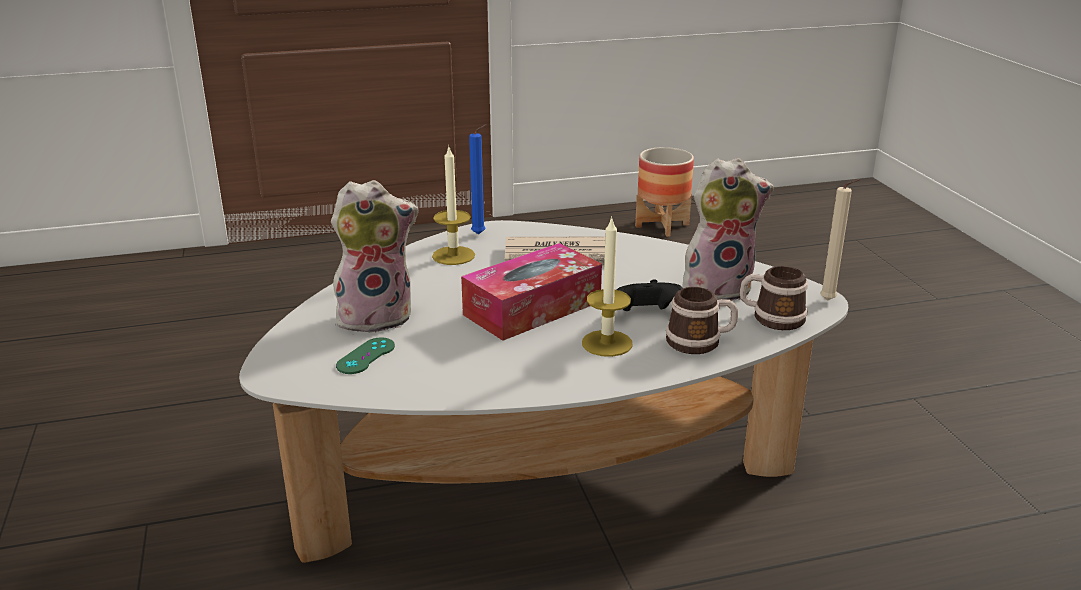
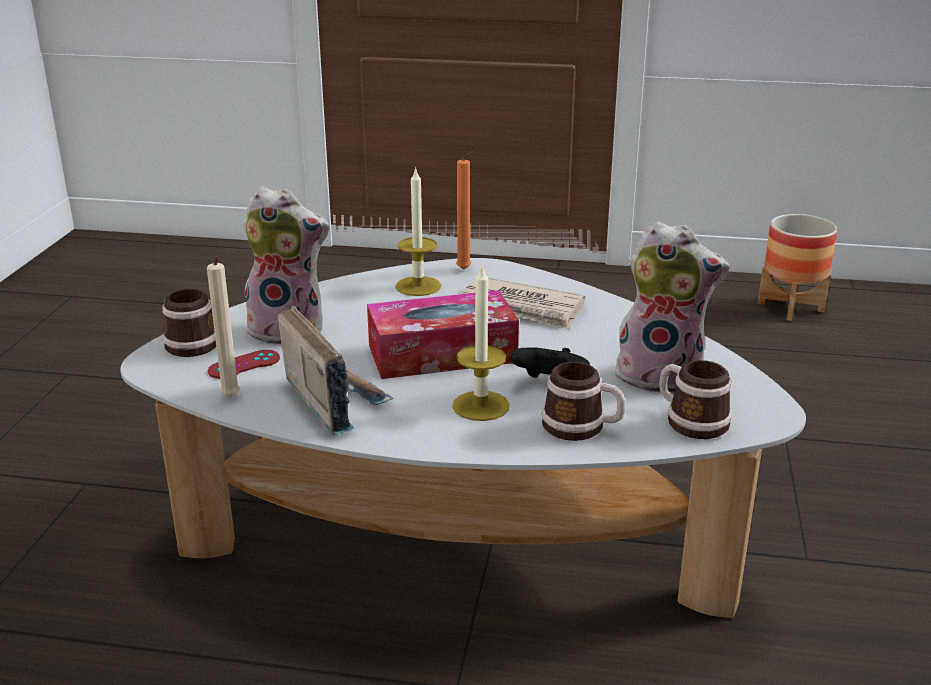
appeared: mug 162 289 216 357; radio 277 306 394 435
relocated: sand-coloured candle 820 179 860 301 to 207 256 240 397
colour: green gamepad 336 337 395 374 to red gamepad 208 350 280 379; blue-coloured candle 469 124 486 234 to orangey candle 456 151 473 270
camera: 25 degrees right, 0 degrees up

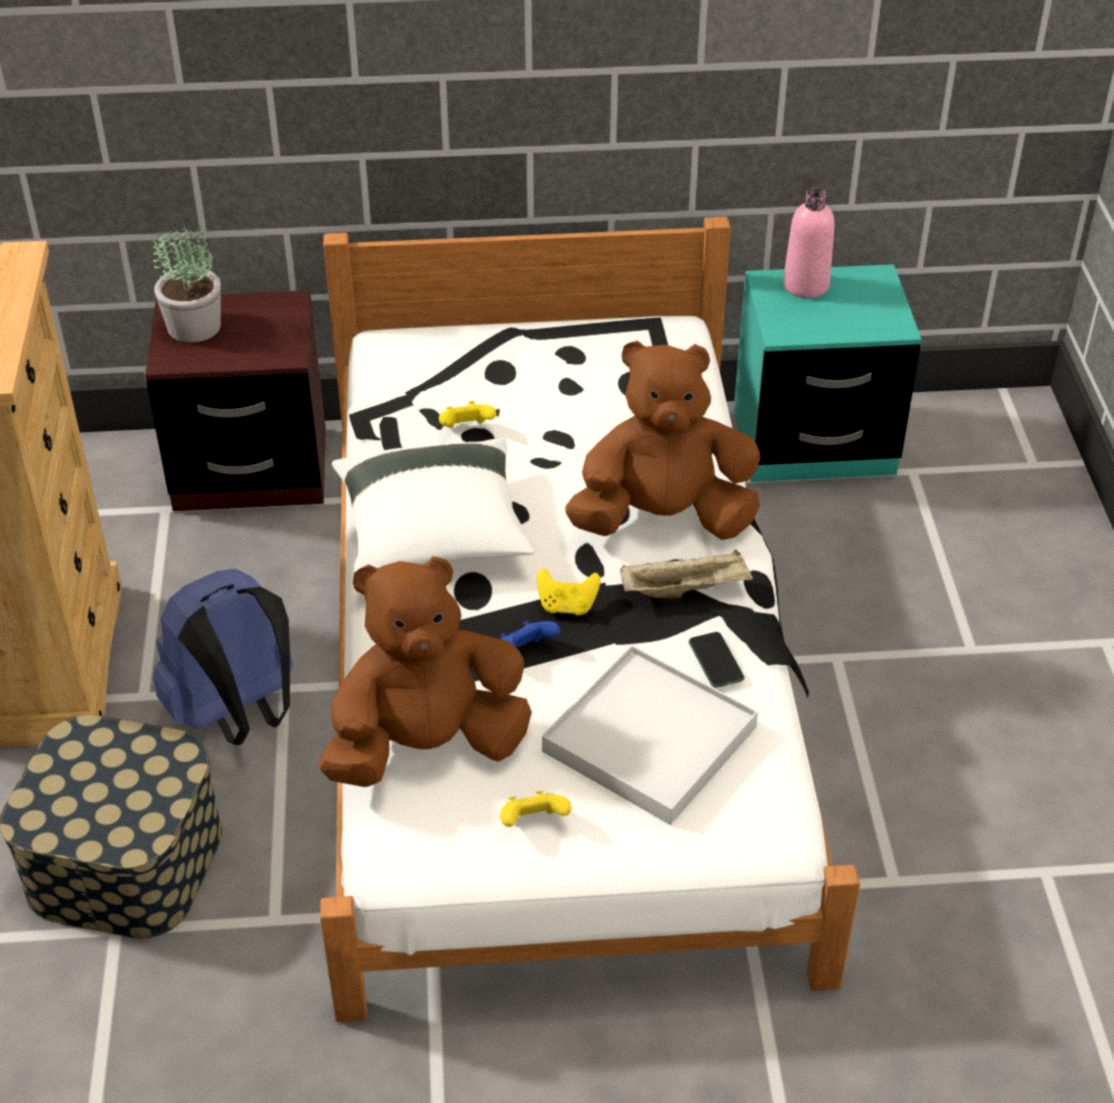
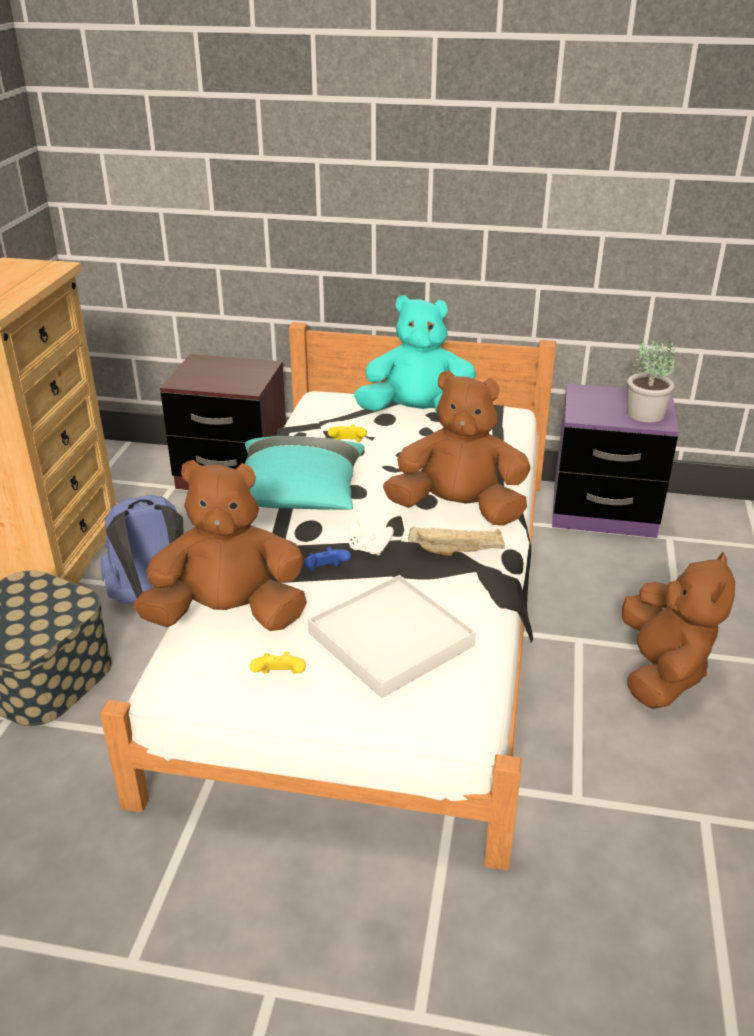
missing: telephone 689 632 744 688; pink beverage bottle 783 188 835 298
appeared: turquoise soft toy 354 295 476 416; brown soft toy 622 552 735 709
relocated: plant in a pot 153 222 221 343 to 627 338 675 422
colour: whitish throw pillow 332 438 534 578 to turquoise throw pillow 245 436 364 509; yellowish gamepad 537 568 600 615 to whitish gamepad 348 519 394 556; turquoise bedside table 734 264 922 482 to purple-coloured bedside table 552 384 679 538
camera: 15 degrees right, 10 degrees down

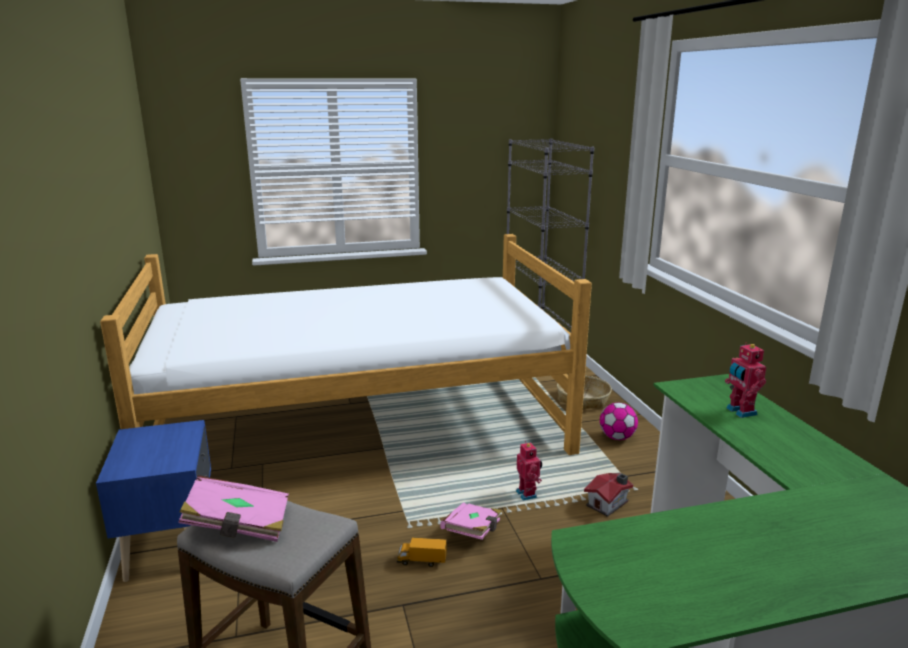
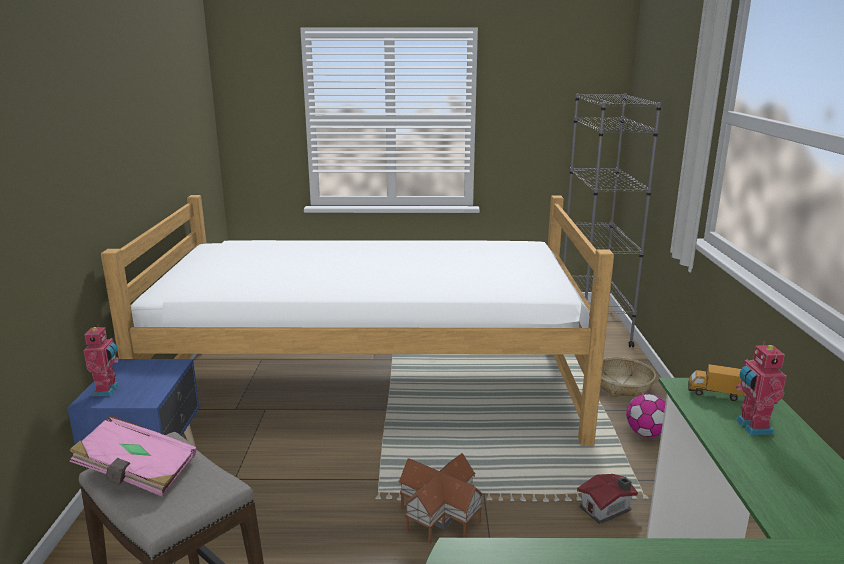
relocated: model truck 397 537 447 567 to 688 364 746 401; model robot 516 441 542 500 to 84 325 119 396
exchanged: pink book 440 503 502 540 to toy house 398 453 485 544
camera: 15 degrees right, 0 degrees up

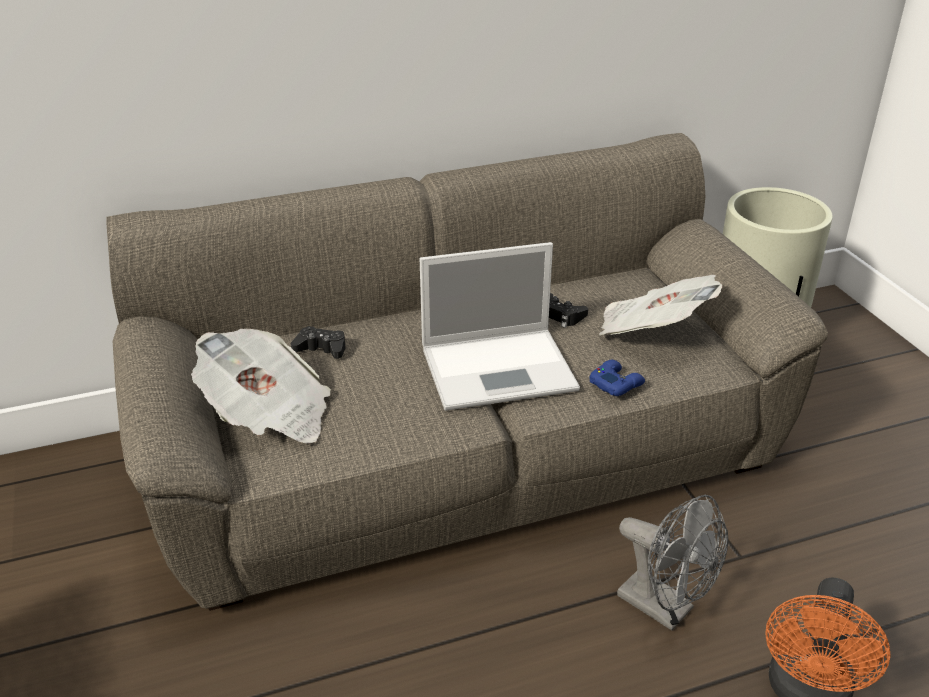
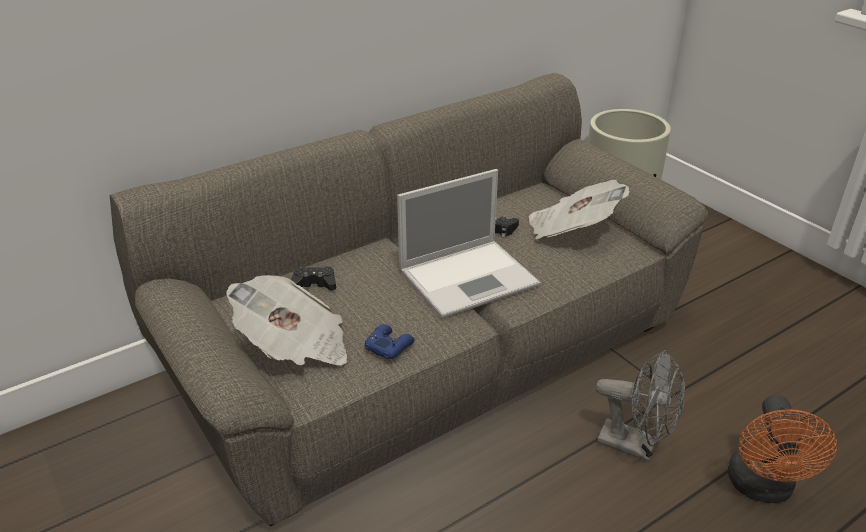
relocated: blue-coloured gamepad 590 360 645 396 to 365 324 415 359
camera: 15 degrees left, 0 degrees up

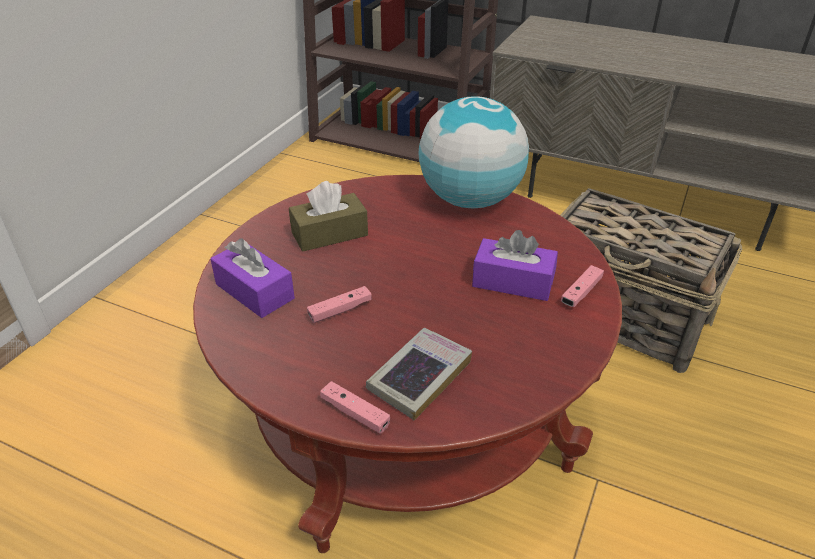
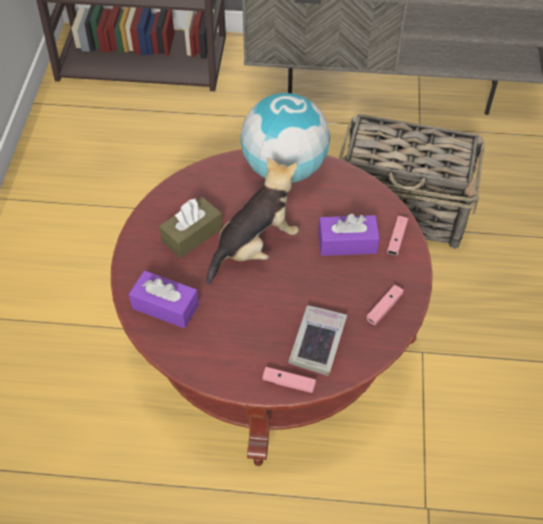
appeared: soft toy 206 157 299 284
relocated: pink gamepad 307 286 372 323 to 366 284 404 325
camera: 20 degrees left, 15 degrees up

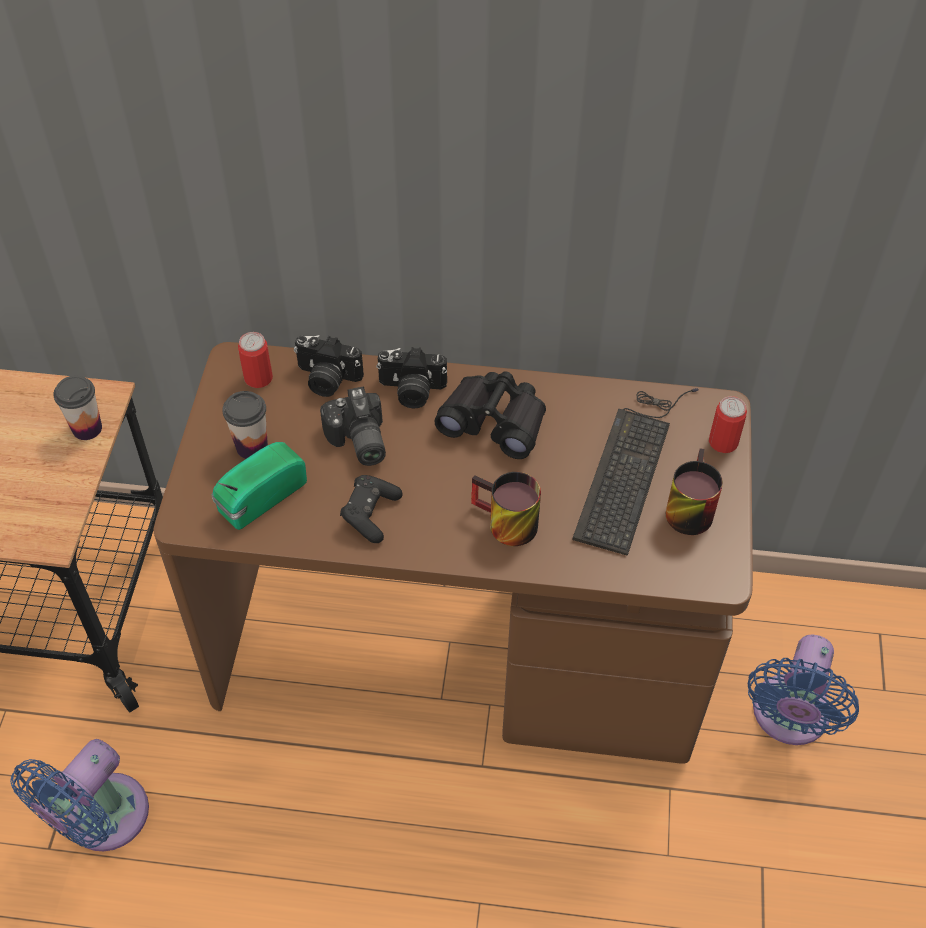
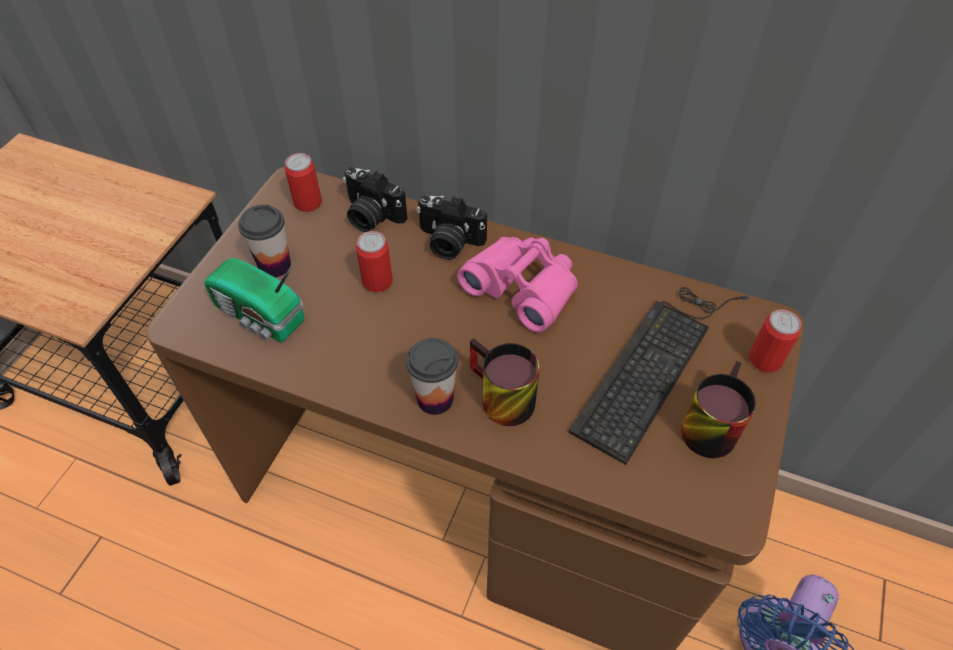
missing: blue-coloured fan 10 739 149 851; black-coloured gamepad 340 475 402 543
relocated: small cup 53 376 102 440 to 406 338 458 415
exchanged: still camera 320 387 386 466 to can 356 231 393 292
colour: black-coloured binoculars 434 371 546 459 to pink binoculars 457 237 578 332
spun: radio 212 442 307 530 = 204 258 305 342 120 degrees counterclockwise
camera: 15 degrees right, 0 degrees up

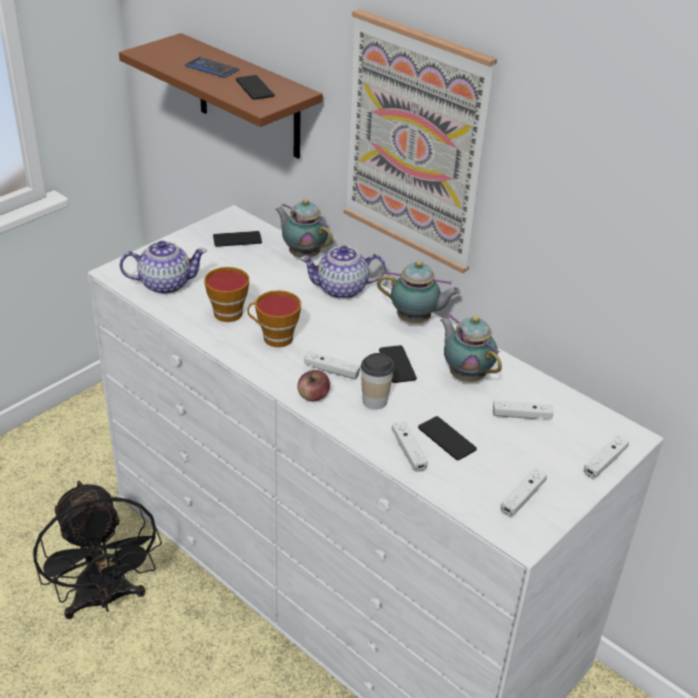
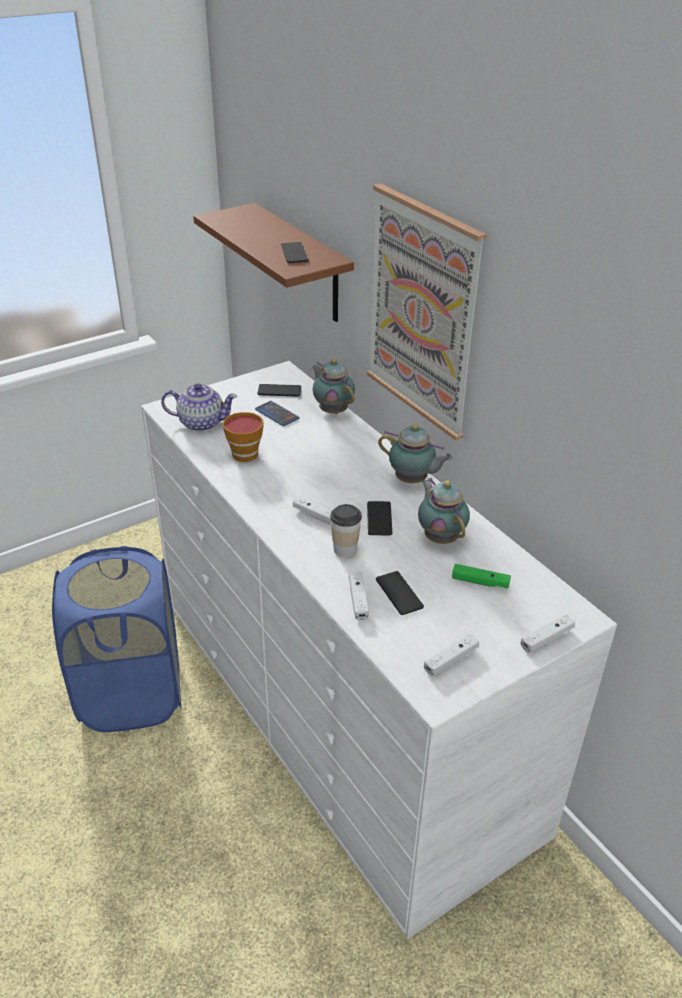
missing: small cup 247 290 301 347; apple 297 370 330 402; tea pot 300 246 386 299
relocated: telephone 185 57 239 78 to 255 401 300 426
exchanged: black-coloured fan 33 481 162 619 to blue-coloured hamper 52 546 181 732
colour: whitish gamepad 493 400 553 419 to green gamepad 452 564 511 589
camera: 15 degrees right, 0 degrees up

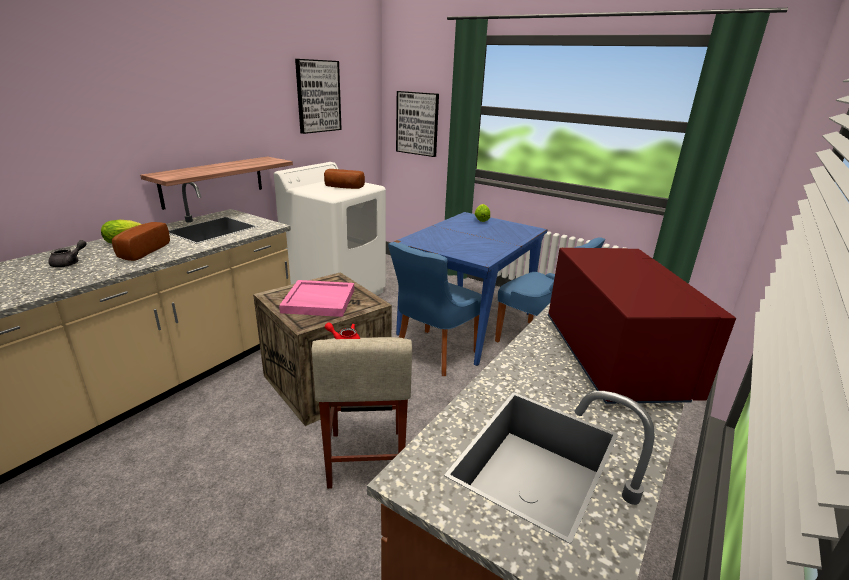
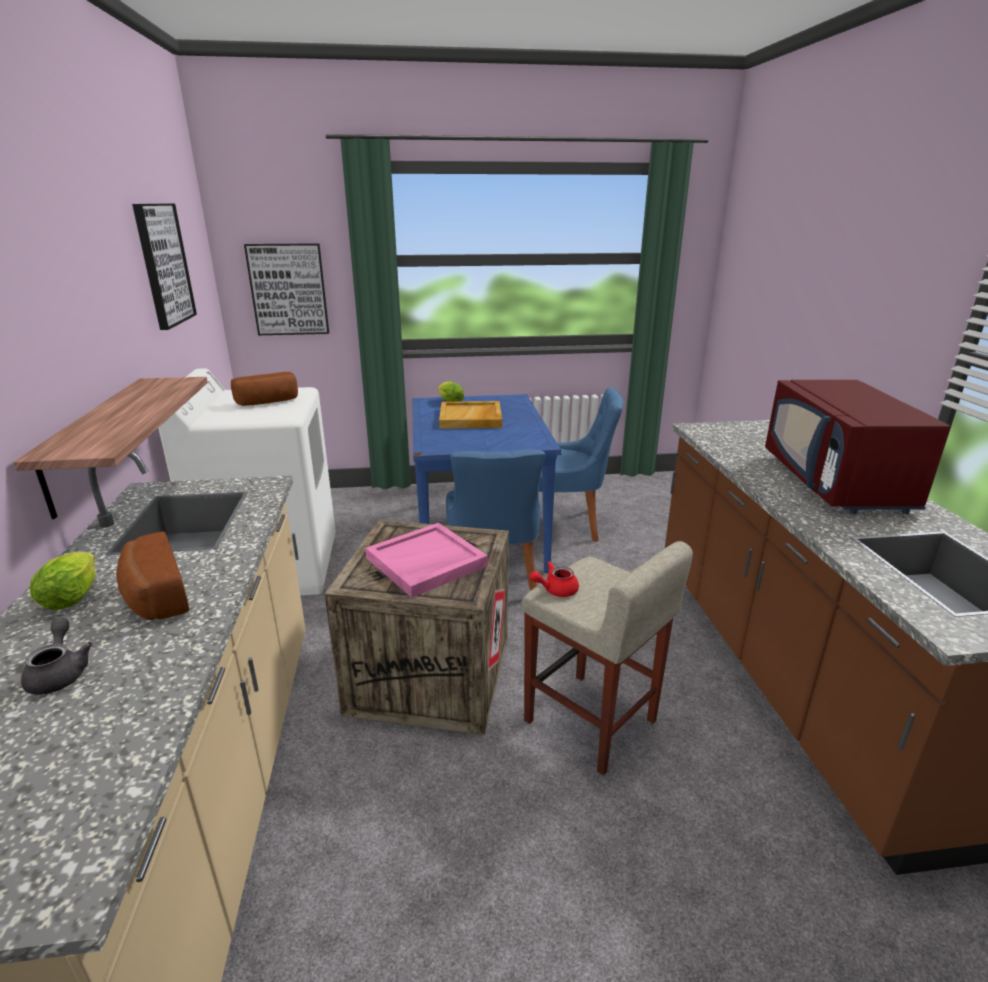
appeared: sand-coloured tray 439 401 502 429
spun: red microwave 548 248 736 404 = 765 380 951 514 135 degrees counterclockwise
camera: 40 degrees left, 0 degrees up

